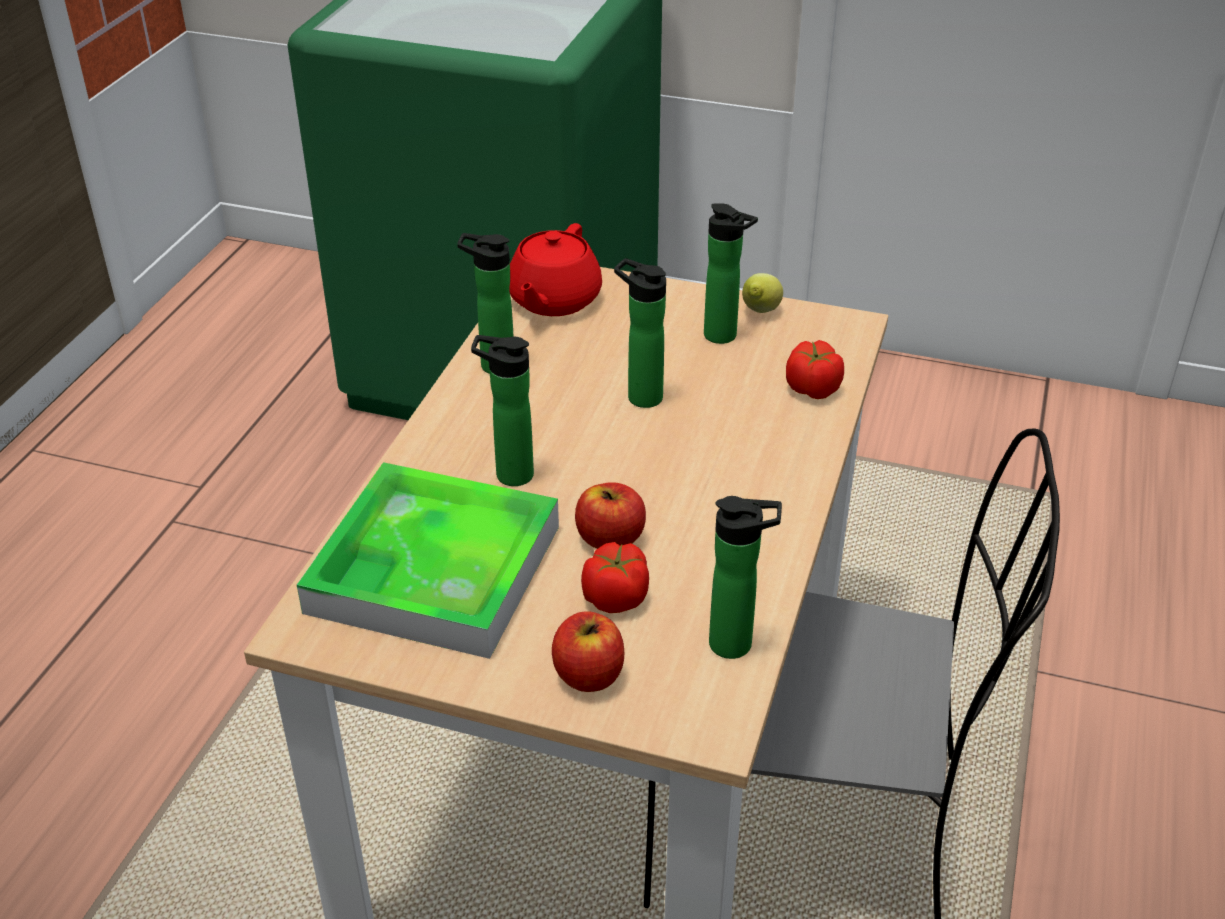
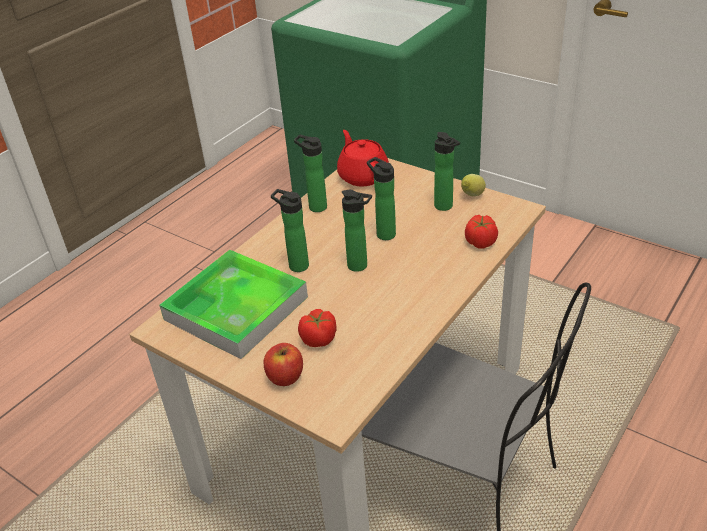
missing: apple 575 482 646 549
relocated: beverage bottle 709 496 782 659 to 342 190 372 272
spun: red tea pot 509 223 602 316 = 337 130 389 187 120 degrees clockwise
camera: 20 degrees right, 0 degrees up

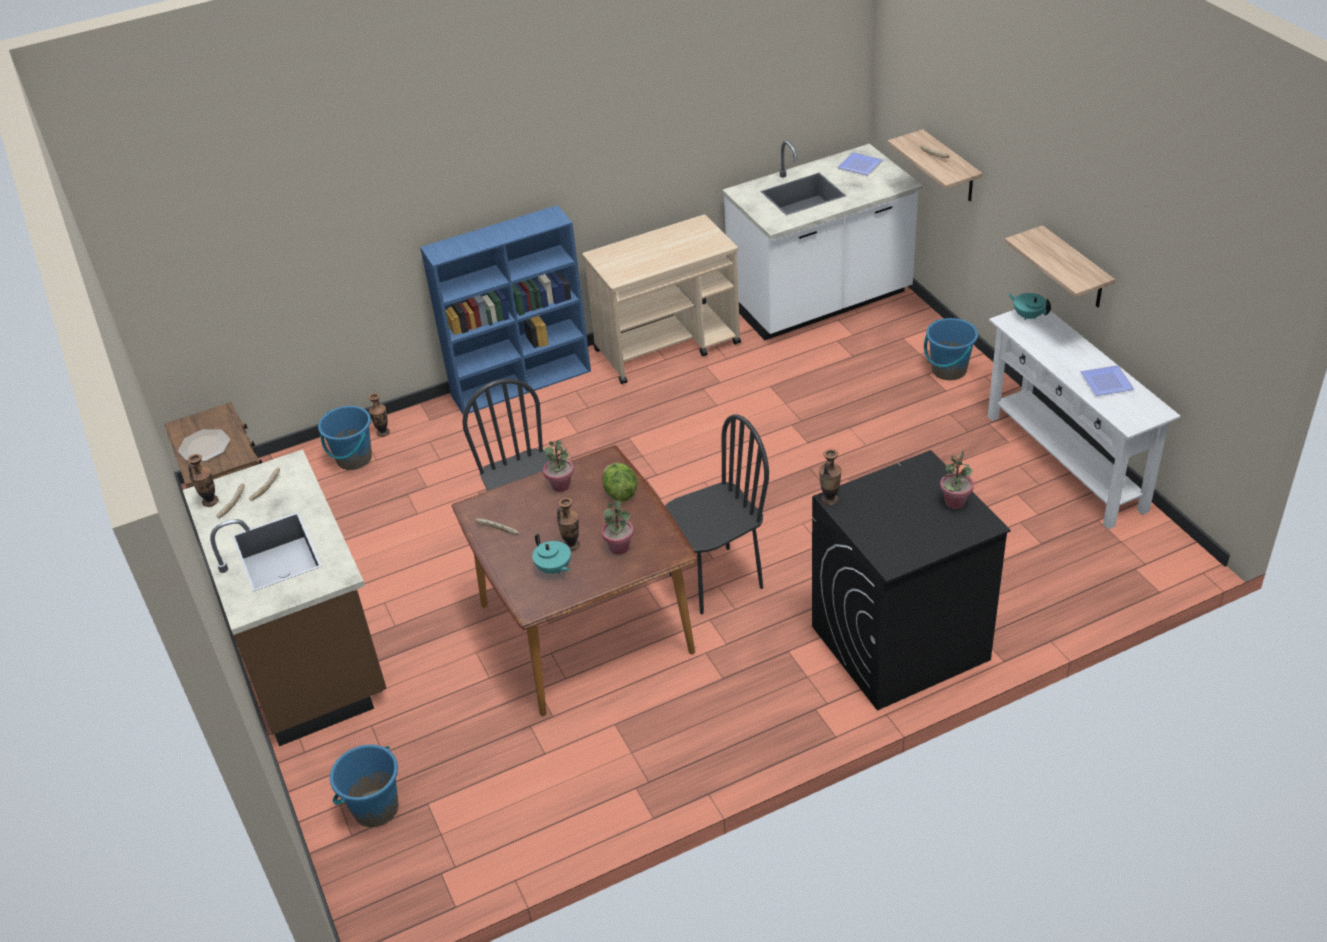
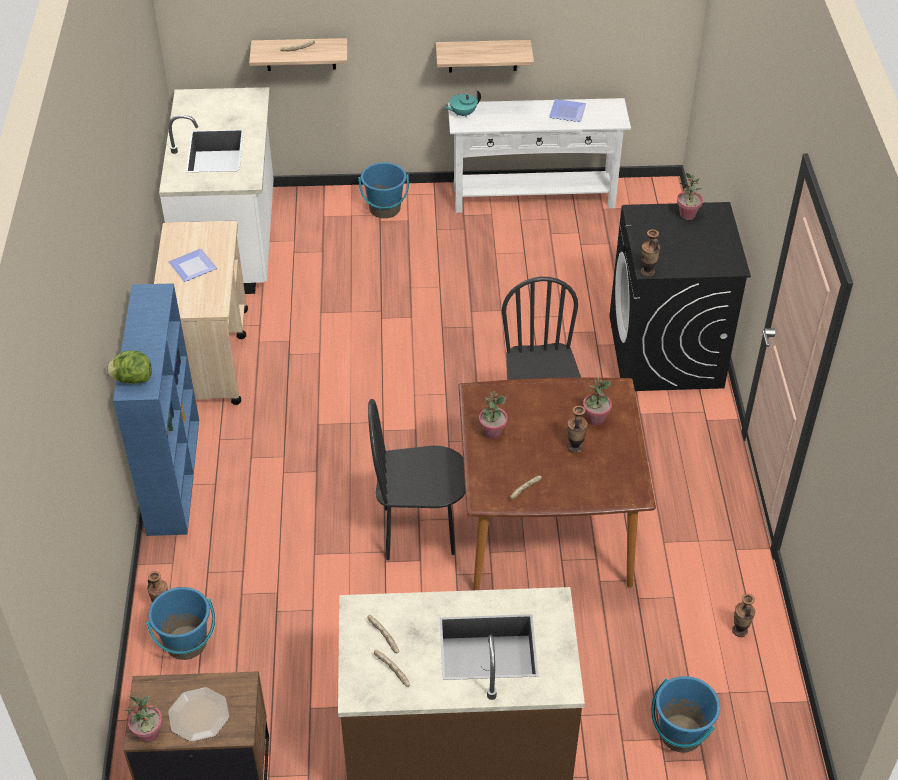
missing: turquoise tea pot 532 534 571 574
appeared: plant in a pot 124 696 163 743
relocated: flower vase 188 454 219 507 to 732 594 755 637; head of lettuce 602 463 638 502 to 106 351 152 384; plate 837 152 882 175 to 168 248 217 282
camera: 70 degrees left, 5 degrees up

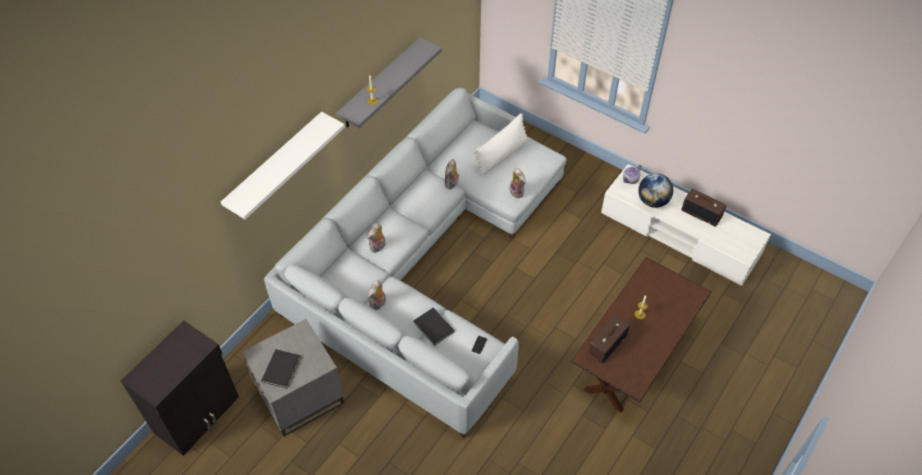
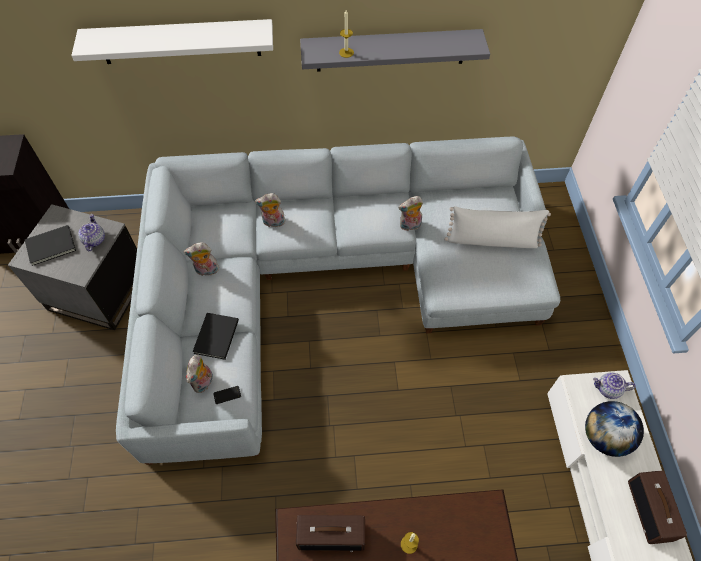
appeared: tea pot 78 214 105 251
relocated: soft toy 509 168 526 198 to 186 355 213 393
camera: 50 degrees right, 5 degrees up

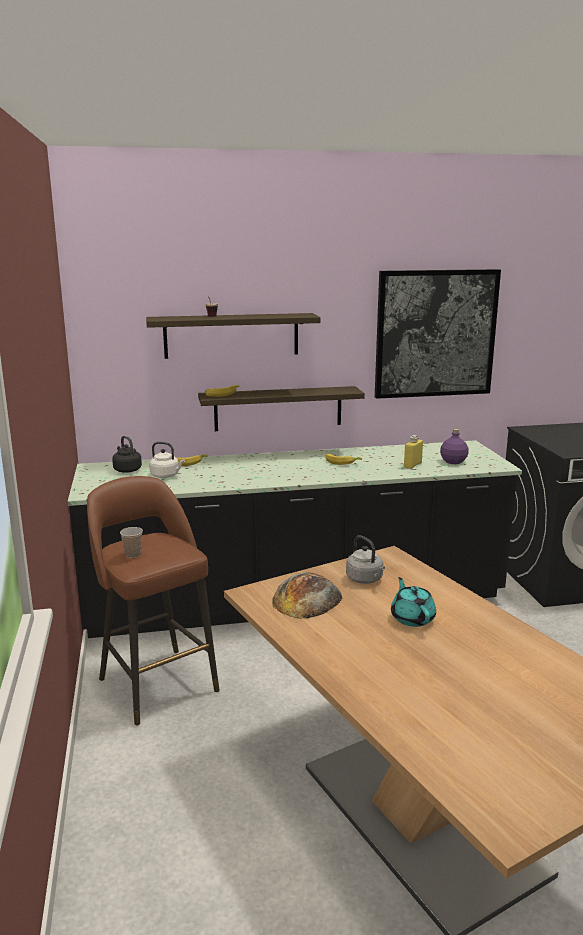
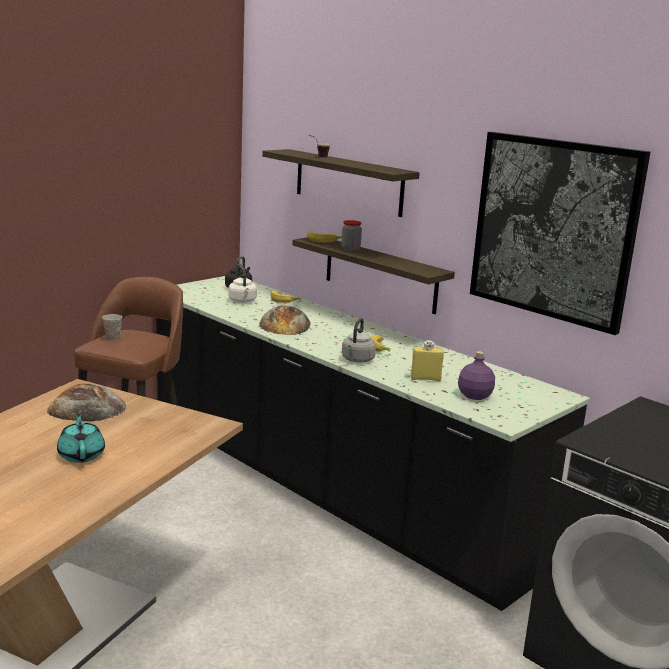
appeared: bakery bread 259 305 311 335; jar 341 220 362 251
relocated: grey tea kettle 346 535 385 584 to 342 318 376 363
spun: turquoise tea pot 391 577 436 627 = 57 414 105 463 60 degrees counterclockwise
camera: 55 degrees right, 0 degrees up

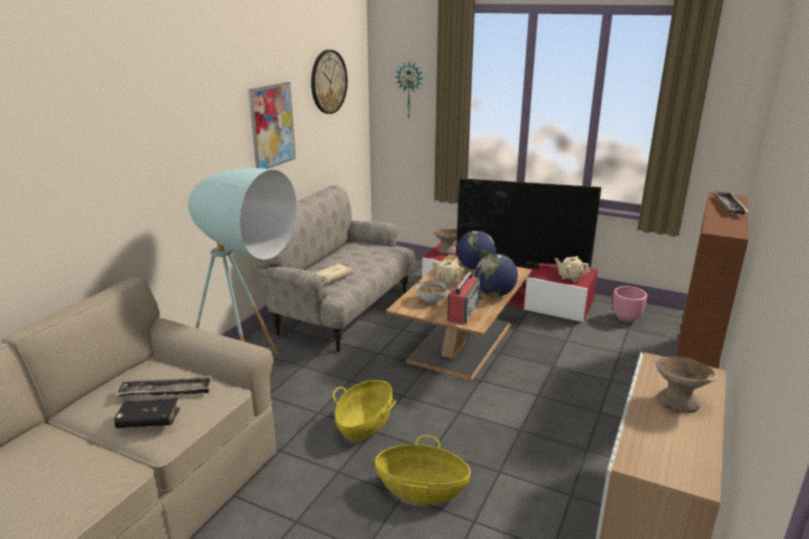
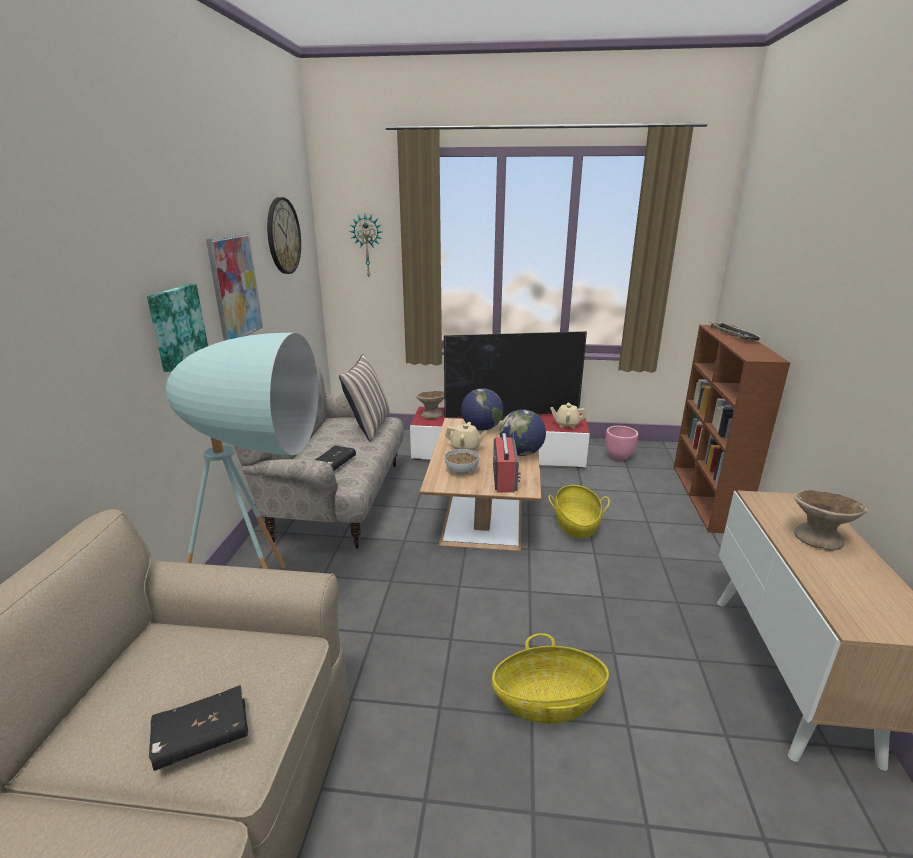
missing: tray 116 375 213 396
appeared: wall picture 147 284 208 372; throw pillow 339 354 390 442
relocated: household basket 333 380 396 440 to 548 485 610 538
colour: sand-coloured book 315 264 352 284 to black-coloured book 315 445 356 471
spun: sand-coloured tea pot 433 259 465 288 = 445 422 487 451 90 degrees counterclockwise
camera: 20 degrees left, 0 degrees up

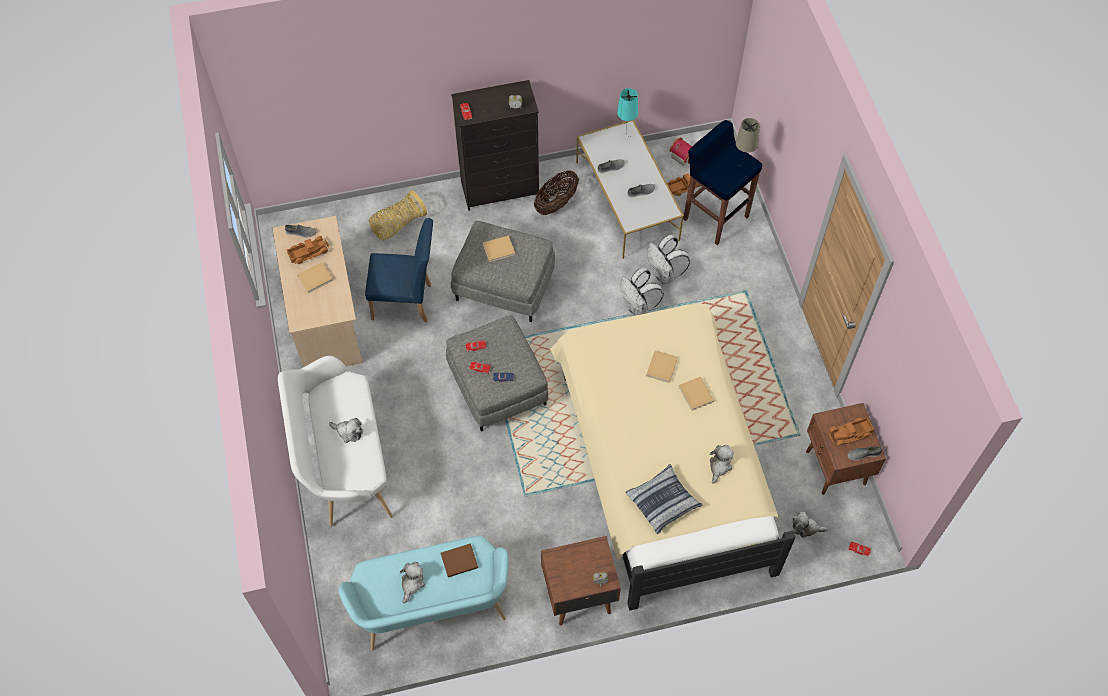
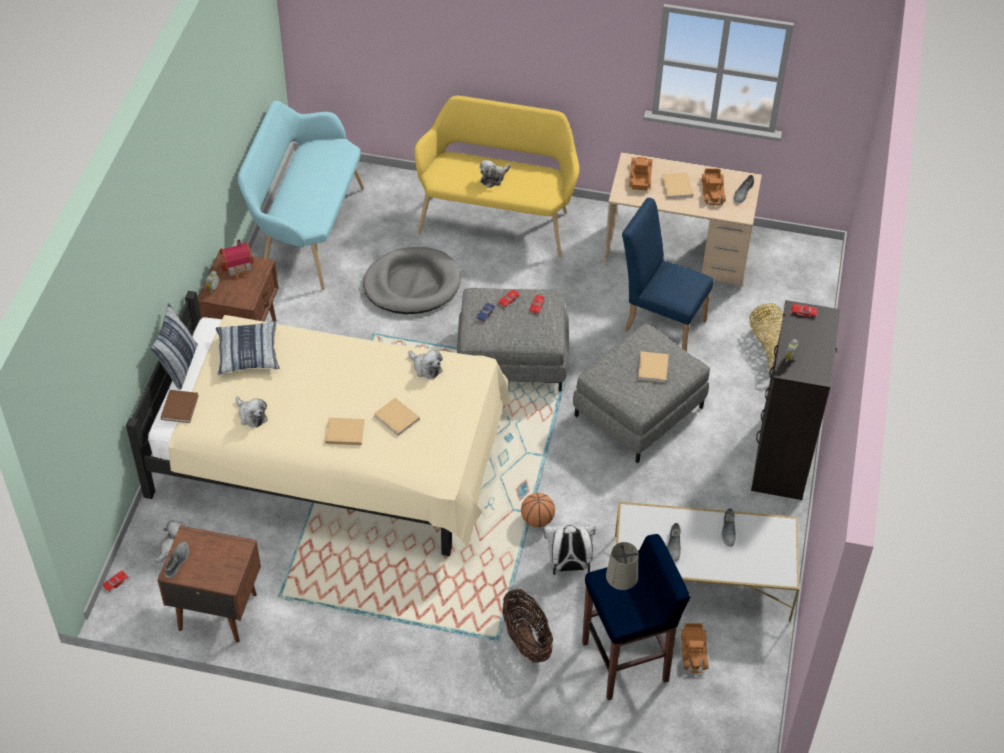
missing: turquoise tabletop lamp 617 88 638 137
appeared: throw pillow 150 303 198 390; grey dog bed 363 247 461 314
relocated: soft toy 400 562 425 603 to 408 350 443 379; brown book 441 543 478 577 to 161 390 199 423; household basket 534 171 579 215 to 502 589 553 663; toy house 670 137 692 166 to 220 239 253 279; model truck 829 417 874 446 to 629 157 653 190
exchanged: whitish rucksack 620 268 664 316 to basketball 521 493 555 527
colour: whitish indoor bench 278 356 393 527 to yellowish indoor bench 415 96 579 258
spun: blue-coloured plain chair 365 218 433 322 = 622 198 714 352 90 degrees clockwise
camera: 115 degrees right, 10 degrees down

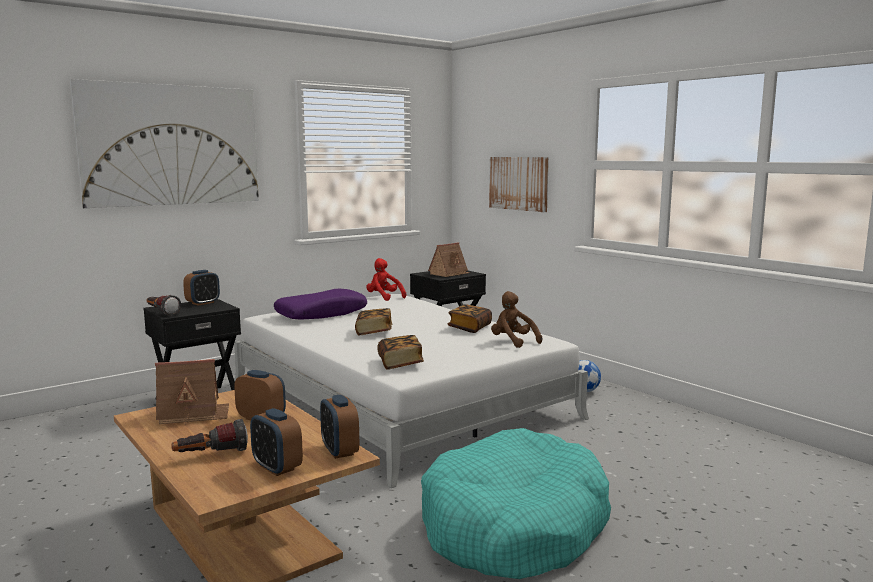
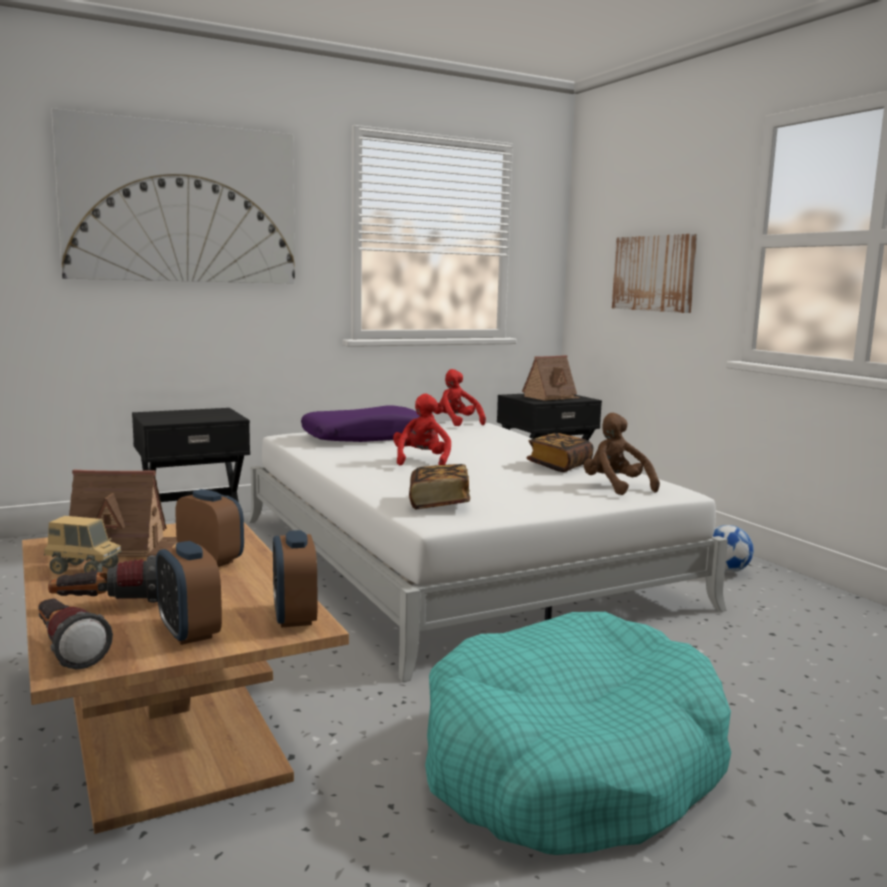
missing: table clock 183 270 220 306
appeared: model truck 44 516 122 574
relocated: hand torch 146 295 181 316 to 38 599 113 670
exchanged: book 355 308 392 335 to red soft toy 393 394 451 465
camera: 10 degrees right, 0 degrees up

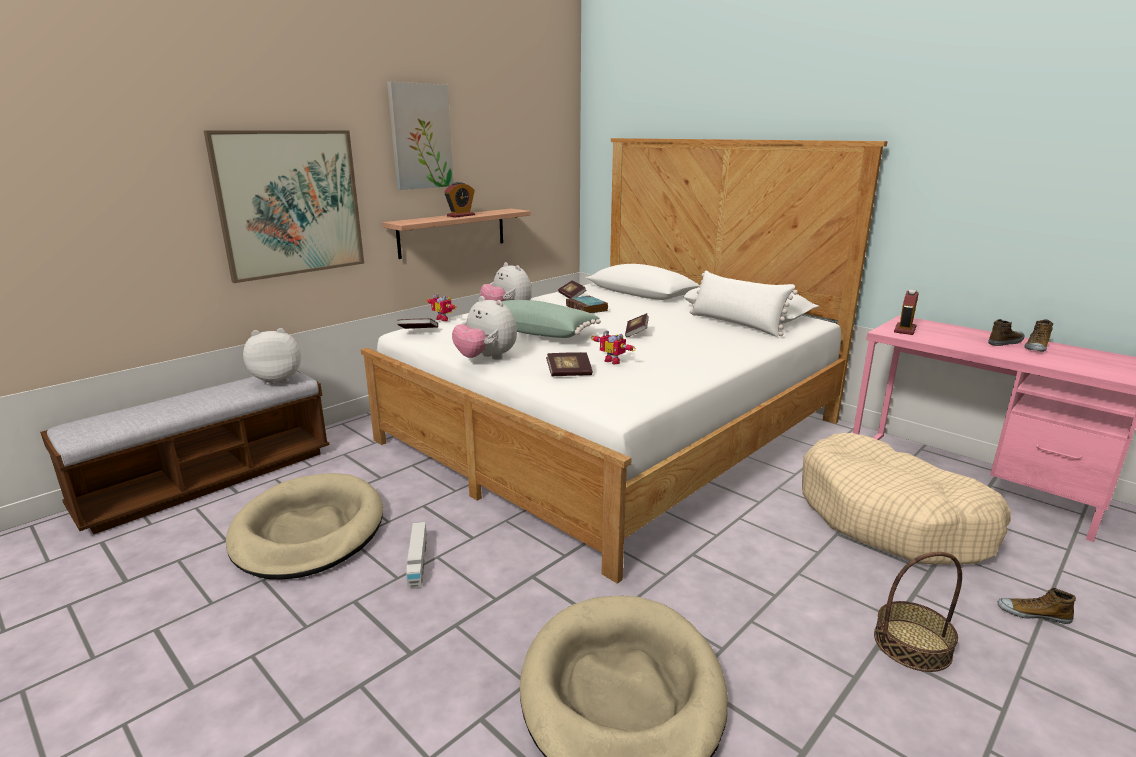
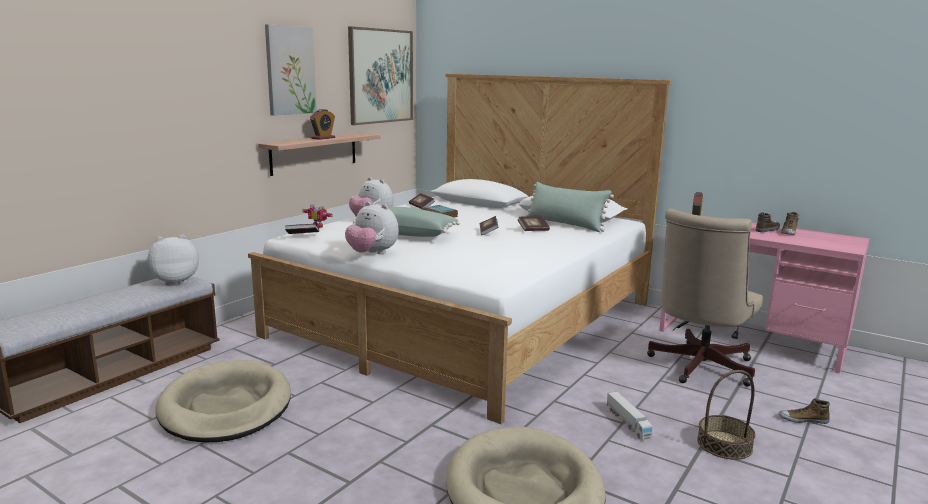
missing: model robot 591 330 636 364
relocated: wall picture 203 130 364 283 to 348 26 413 125; model truck 406 522 427 588 to 607 392 653 440; book 546 352 593 376 to 518 216 550 231
exchanged: sand-coloured dog bed 802 433 1011 565 to sand-coloured desk chair 647 209 763 386
colour: whitish throw pillow 690 270 798 337 to green throw pillow 526 182 614 232
camera: 10 degrees left, 5 degrees down

